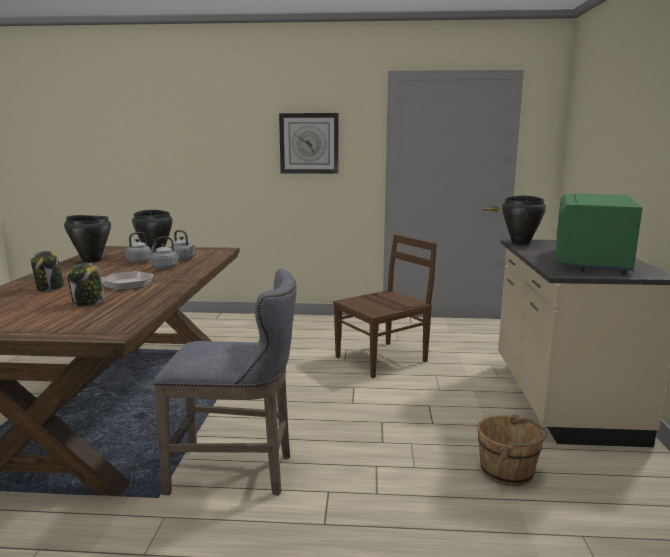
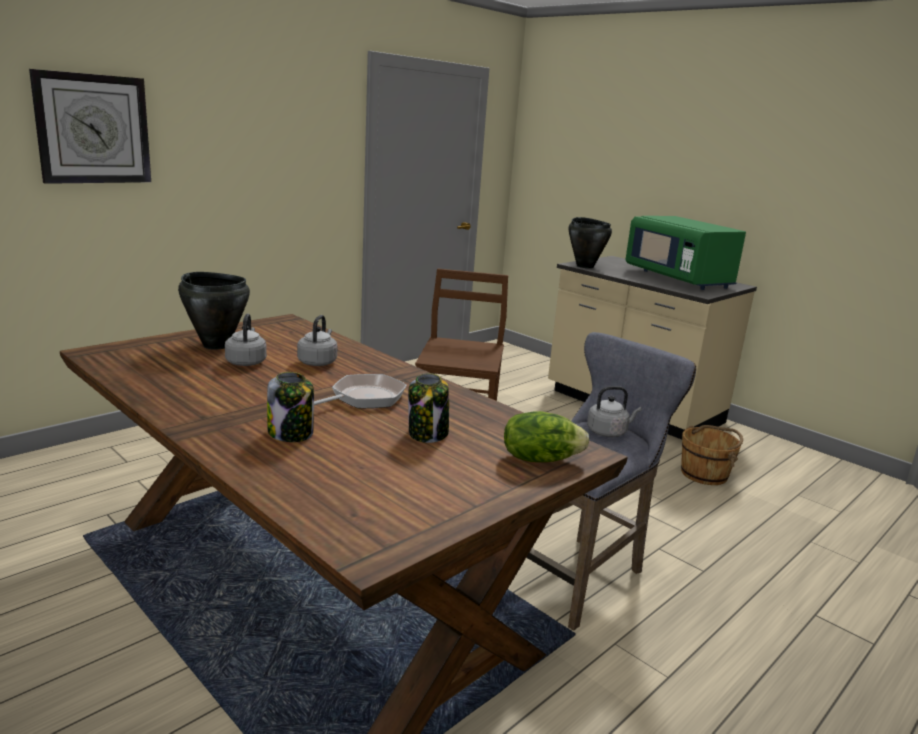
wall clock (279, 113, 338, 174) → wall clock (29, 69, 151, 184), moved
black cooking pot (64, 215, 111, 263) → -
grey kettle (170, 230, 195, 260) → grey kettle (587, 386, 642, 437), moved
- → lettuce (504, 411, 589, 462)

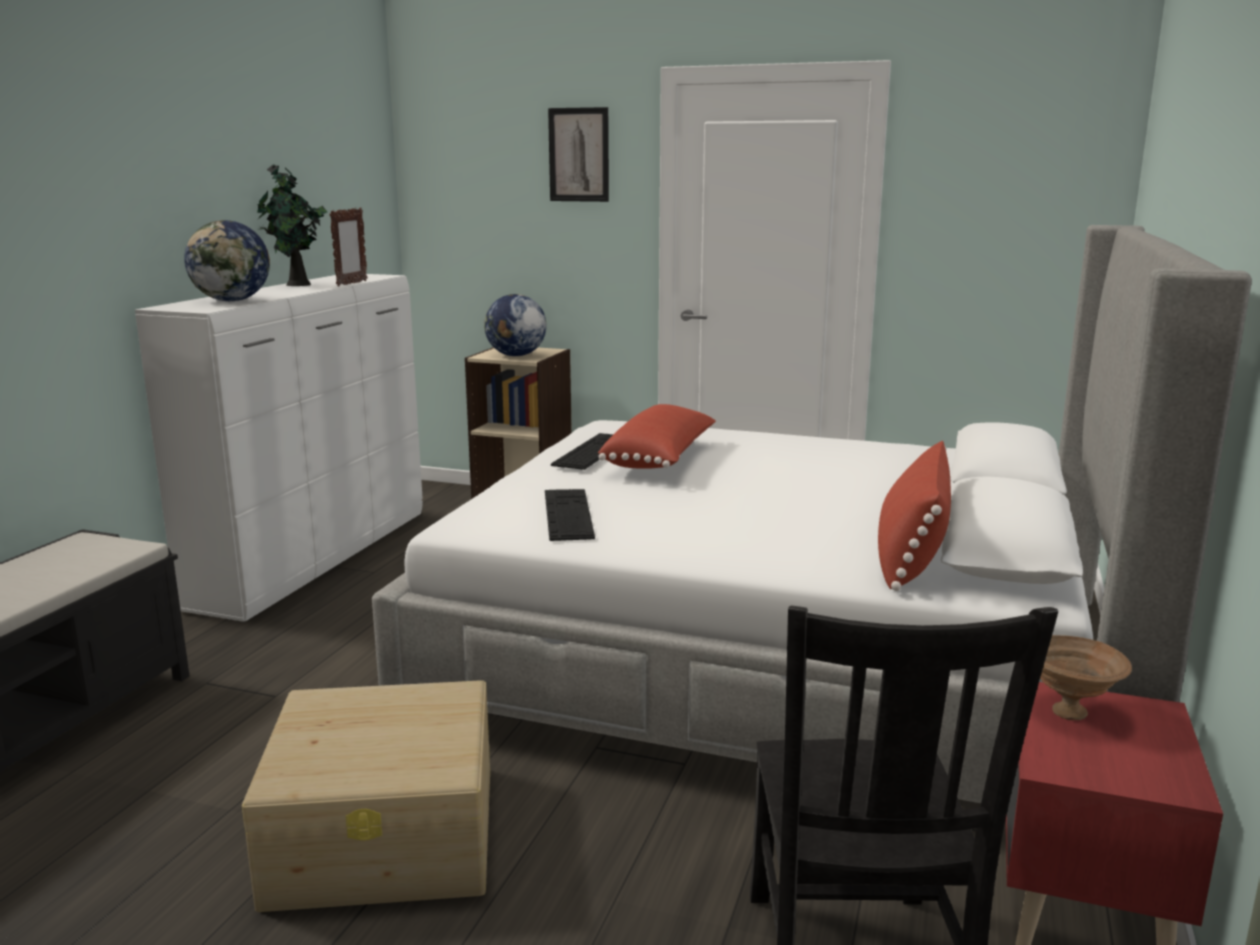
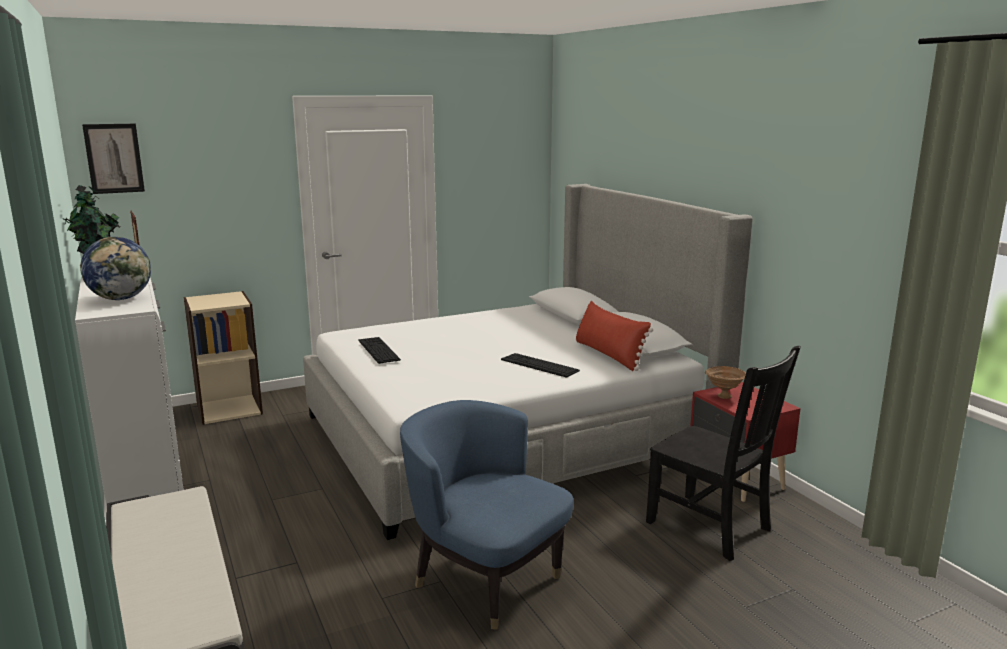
picture (548, 107, 609, 202) → picture (82, 124, 145, 194), moved
globe (484, 294, 547, 356) → -
red pillow (598, 404, 716, 469) → -
keyboard (545, 489, 595, 541) → keyboard (501, 353, 580, 378), moved
beige storage box (242, 680, 490, 912) → blue armchair (400, 400, 573, 630)

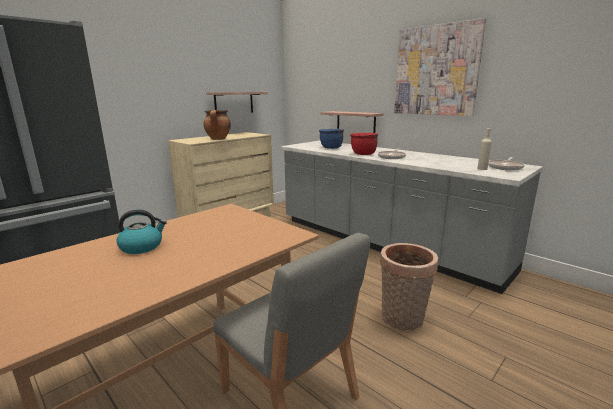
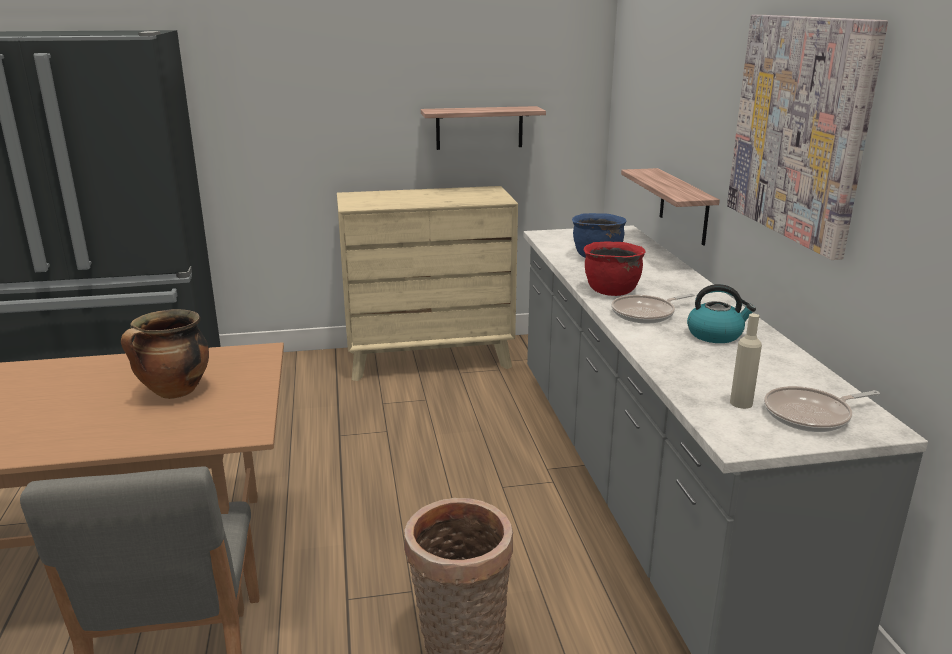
cooking pot (203, 110, 231, 140) → cooking pot (121, 309, 209, 399), moved
kettle (116, 209, 167, 254) → kettle (687, 284, 756, 343), moved

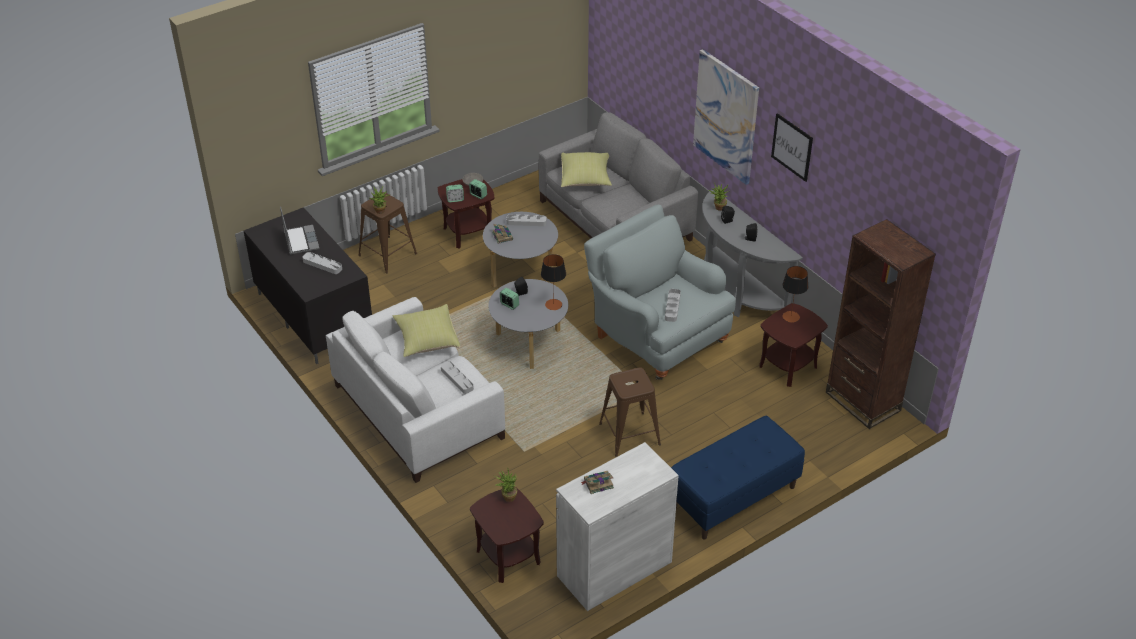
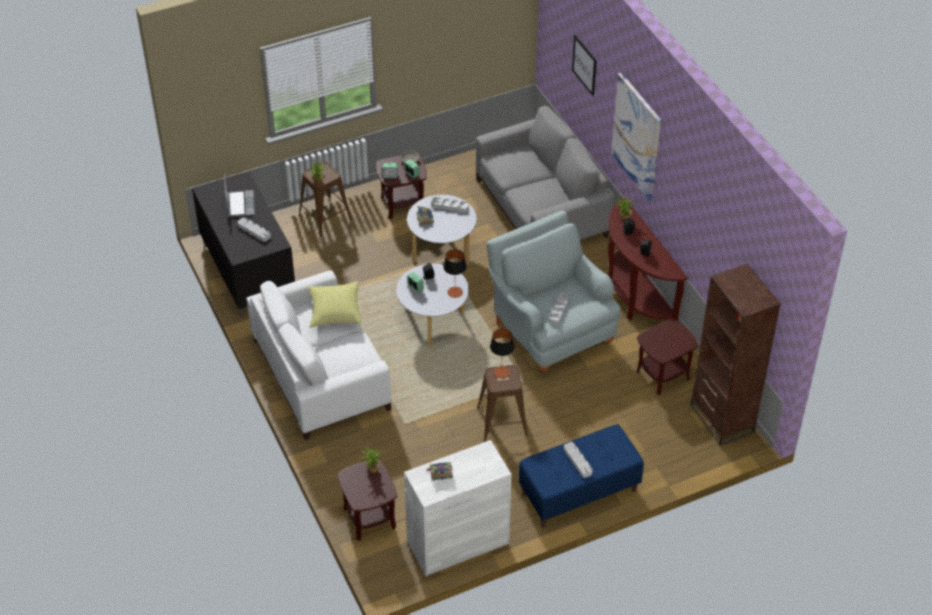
picture (771, 113, 813, 182) → picture (572, 35, 597, 96), moved
yellow pillow (561, 152, 612, 187) → -
grey console table (702, 189, 803, 317) → brown console table (608, 198, 688, 321)
table lamp (782, 266, 808, 323) → table lamp (490, 328, 515, 379), moved
grey tray (441, 361, 474, 394) → grey tray (564, 442, 593, 478), moved

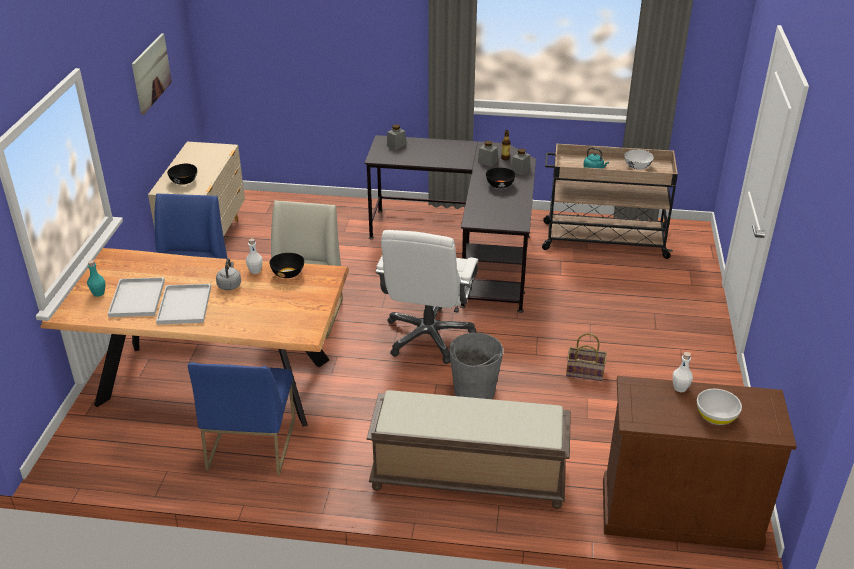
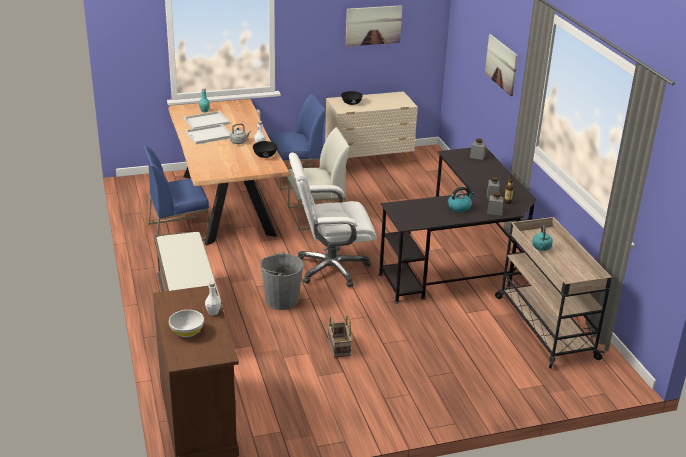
white bowl (625, 150, 653, 170) → -
black bowl (486, 168, 516, 188) → kettle (448, 187, 474, 212)
- → picture (485, 34, 518, 96)

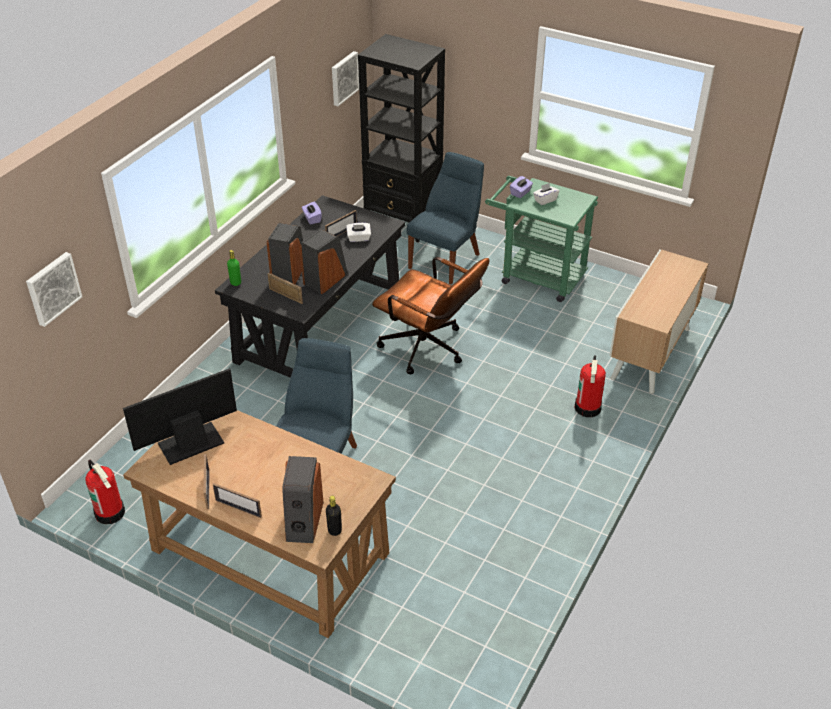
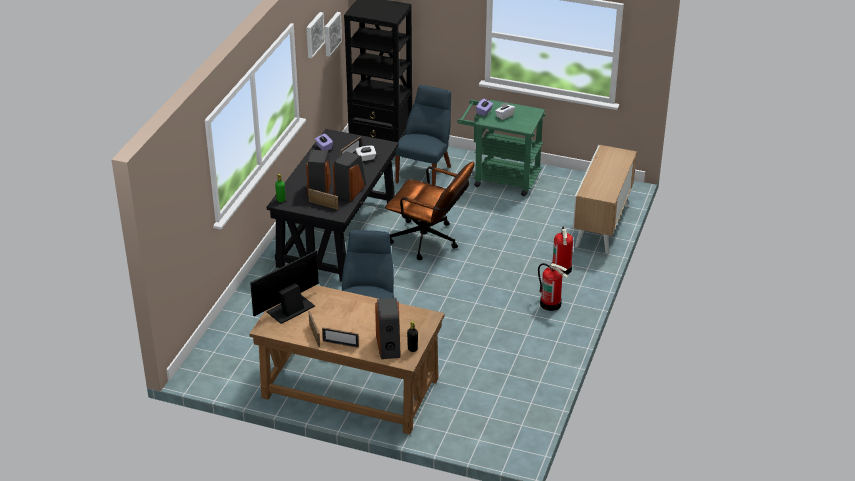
picture (26, 252, 82, 327) → picture (306, 12, 325, 58), moved
fire extinguisher (85, 460, 125, 524) → fire extinguisher (538, 263, 569, 311), moved

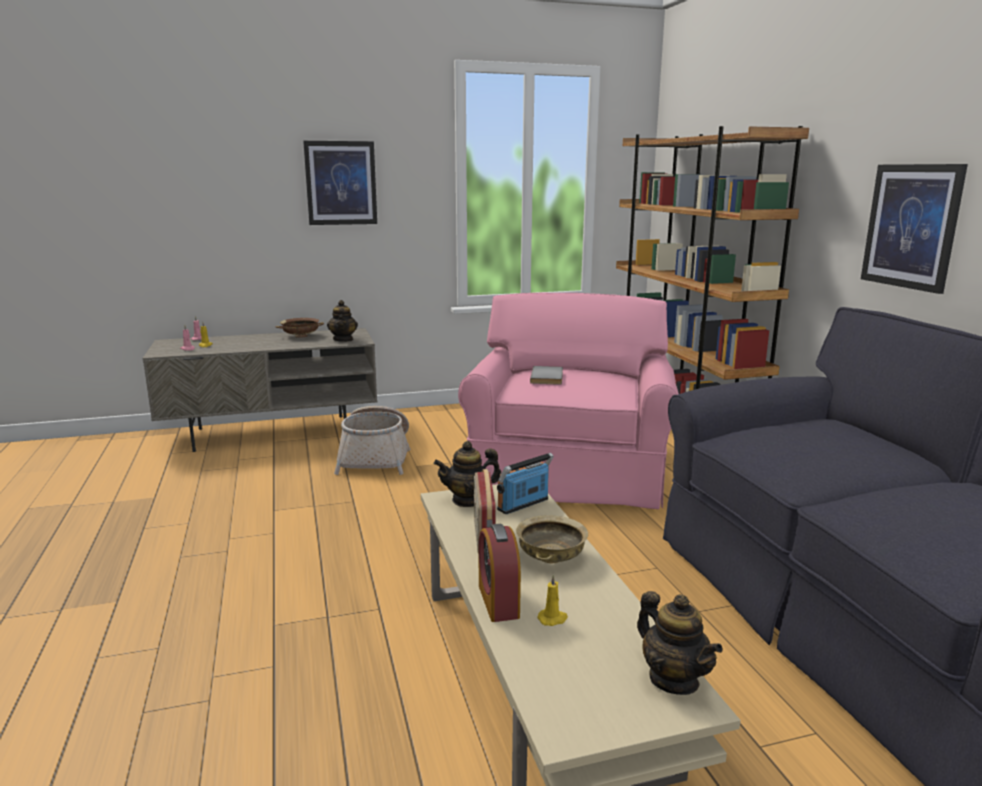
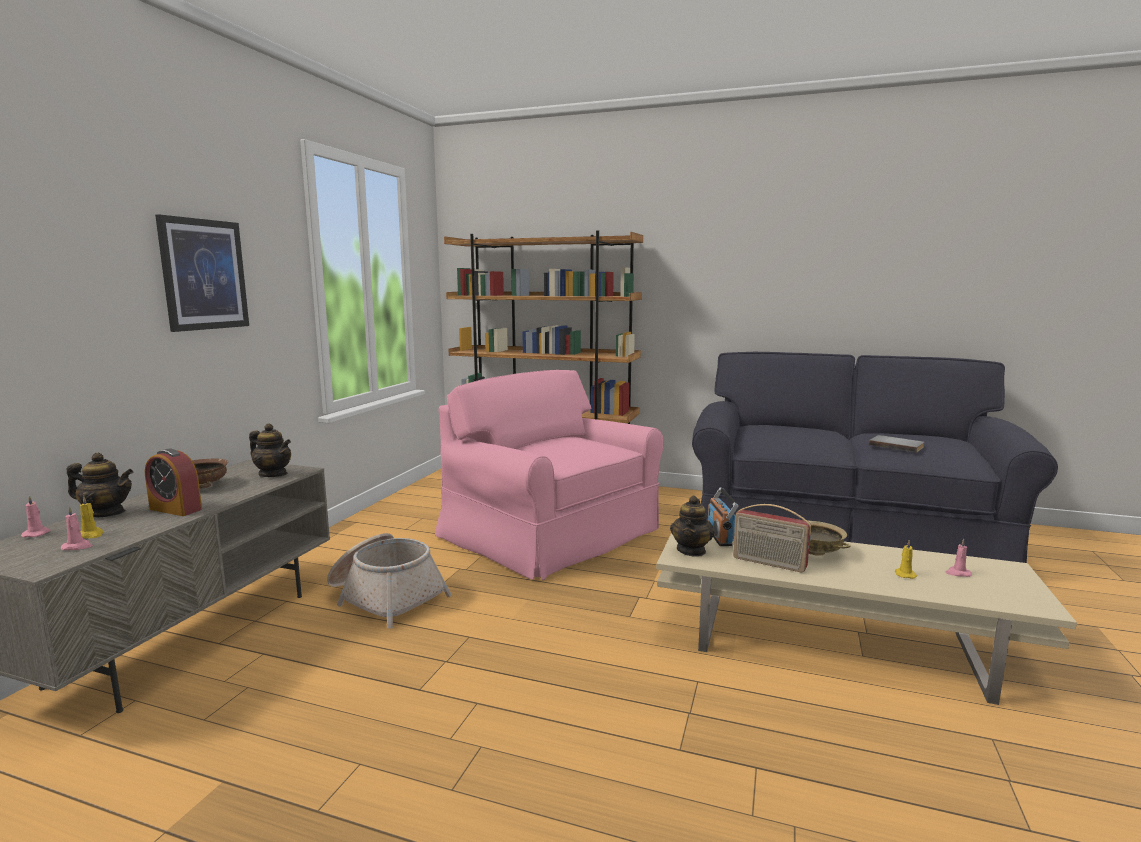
picture (861, 164, 968, 294) → -
grey book (530, 366, 563, 385) → grey book (869, 435, 925, 453), moved
alarm clock (479, 524, 521, 622) → alarm clock (145, 449, 202, 516), moved
teapot (637, 591, 723, 695) → teapot (67, 453, 133, 518), moved
- → pink candle (945, 538, 972, 577)

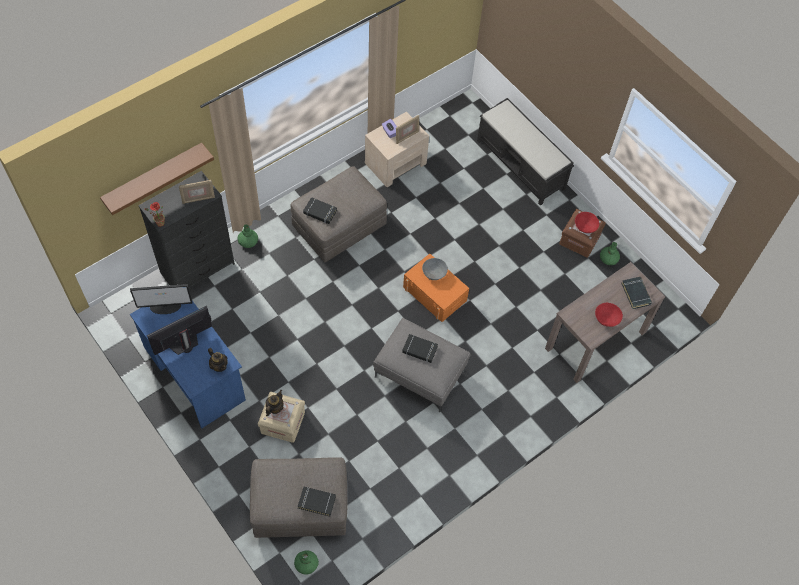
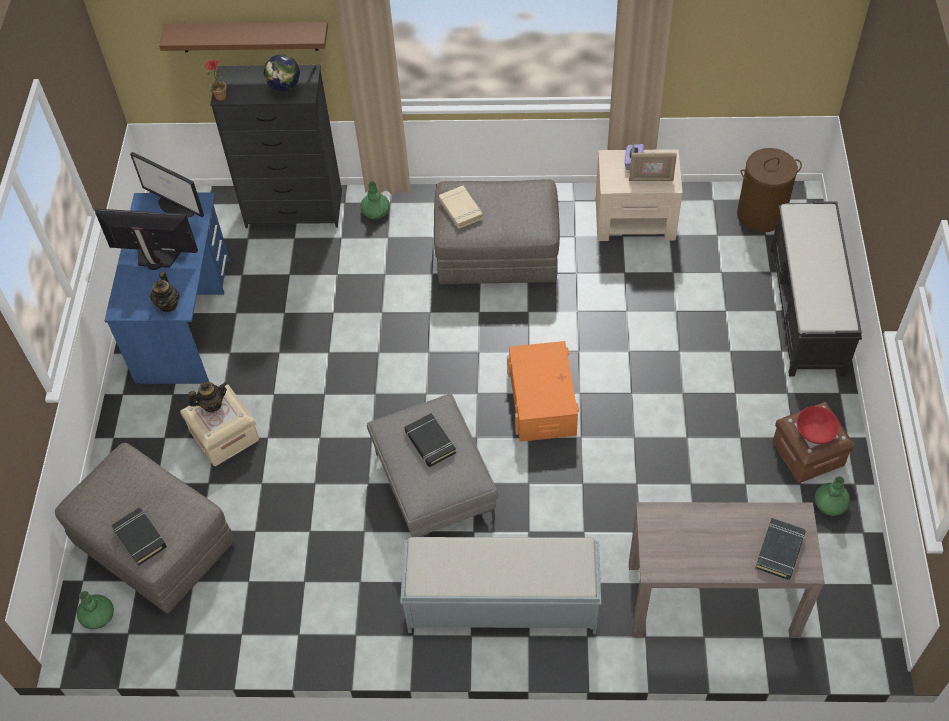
picture frame (179, 180, 215, 204) → globe (264, 54, 300, 98)
black book (303, 197, 337, 224) → beige book (439, 186, 483, 229)
grey bowl (422, 258, 448, 280) → -
red bowl (595, 303, 623, 327) → -
- → brown laundry basket (737, 148, 802, 233)
- → grey bench (400, 537, 601, 634)

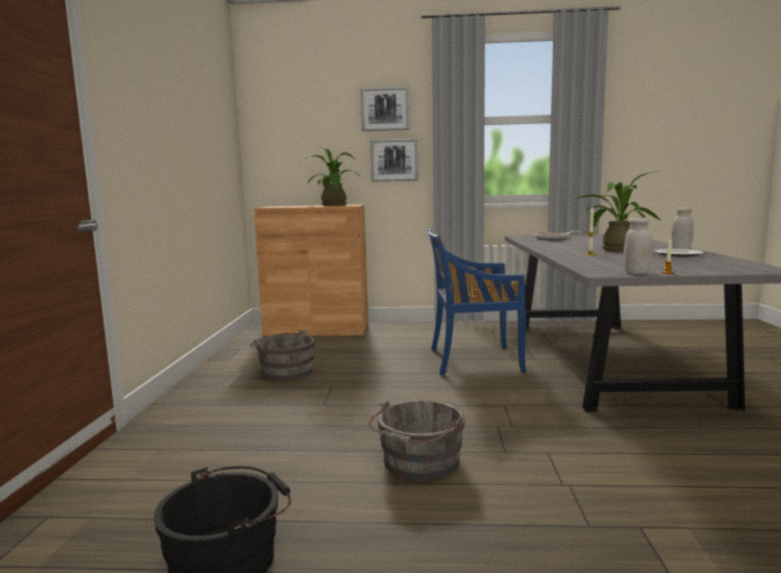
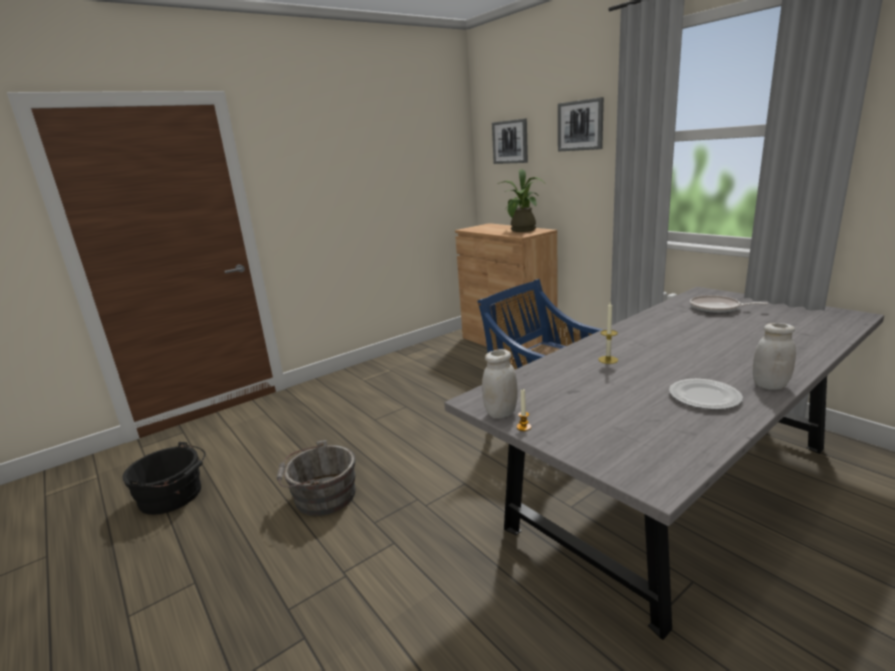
picture (371, 138, 418, 182) → picture (492, 118, 528, 164), moved
potted plant (575, 171, 662, 252) → -
grey bucket (250, 330, 315, 381) → -

